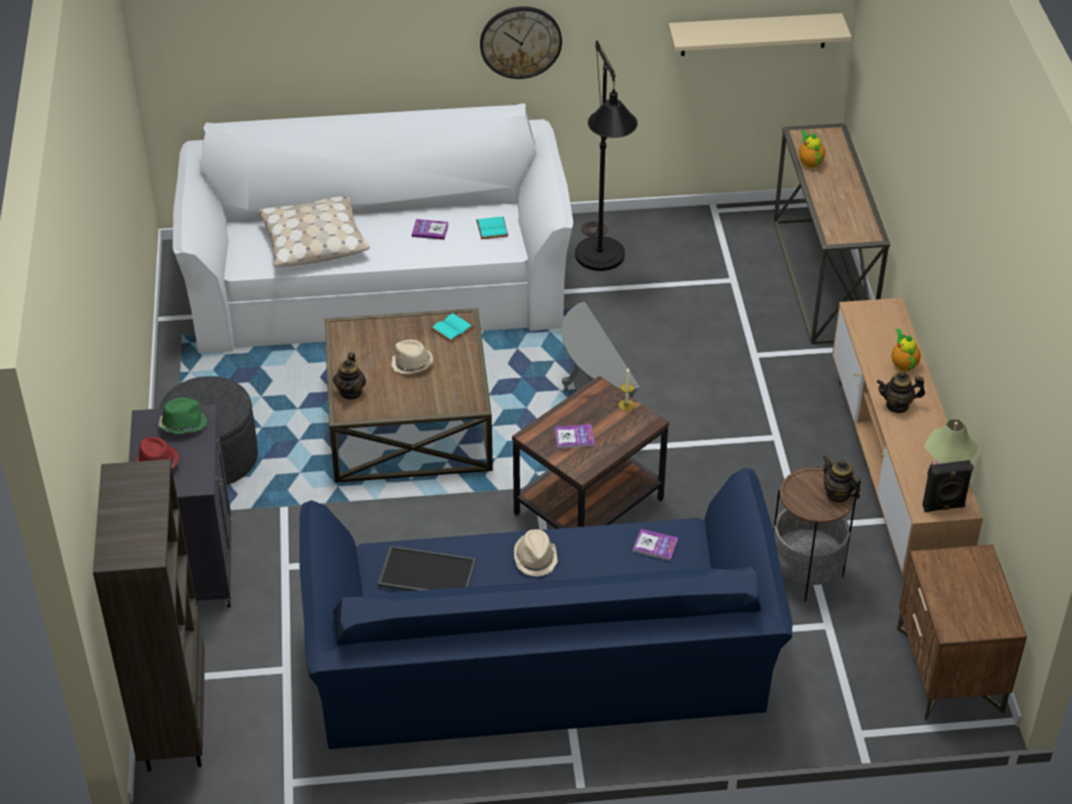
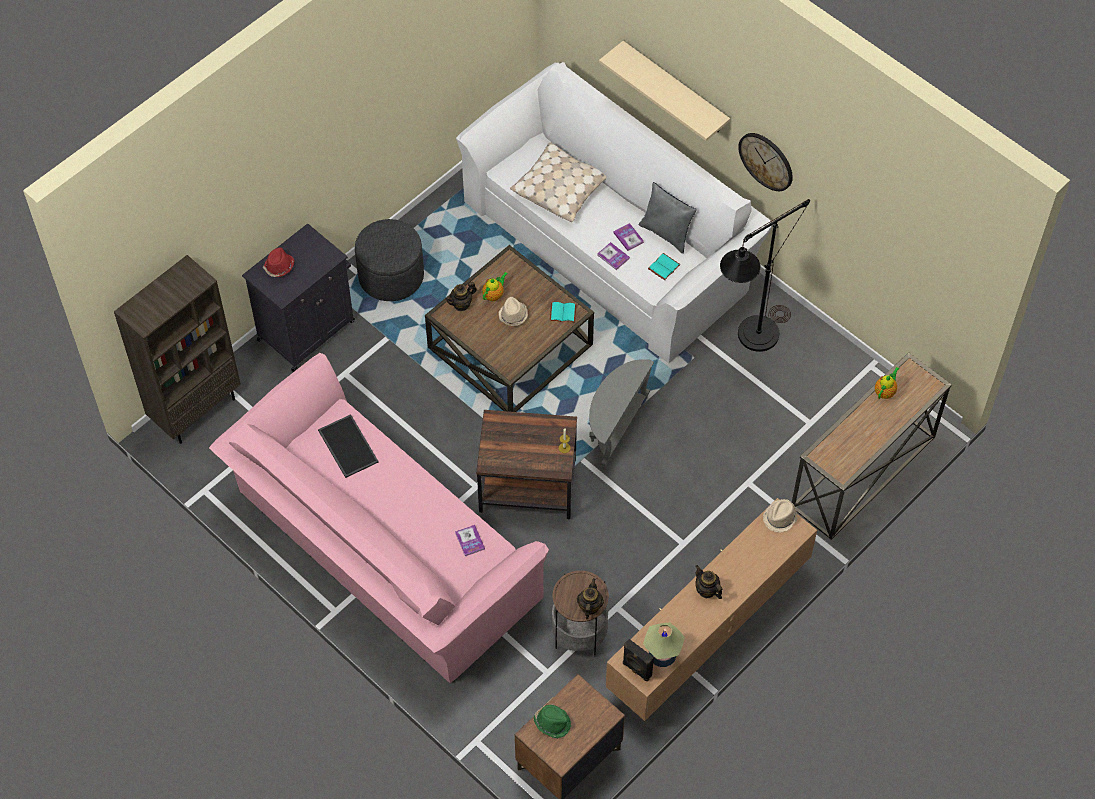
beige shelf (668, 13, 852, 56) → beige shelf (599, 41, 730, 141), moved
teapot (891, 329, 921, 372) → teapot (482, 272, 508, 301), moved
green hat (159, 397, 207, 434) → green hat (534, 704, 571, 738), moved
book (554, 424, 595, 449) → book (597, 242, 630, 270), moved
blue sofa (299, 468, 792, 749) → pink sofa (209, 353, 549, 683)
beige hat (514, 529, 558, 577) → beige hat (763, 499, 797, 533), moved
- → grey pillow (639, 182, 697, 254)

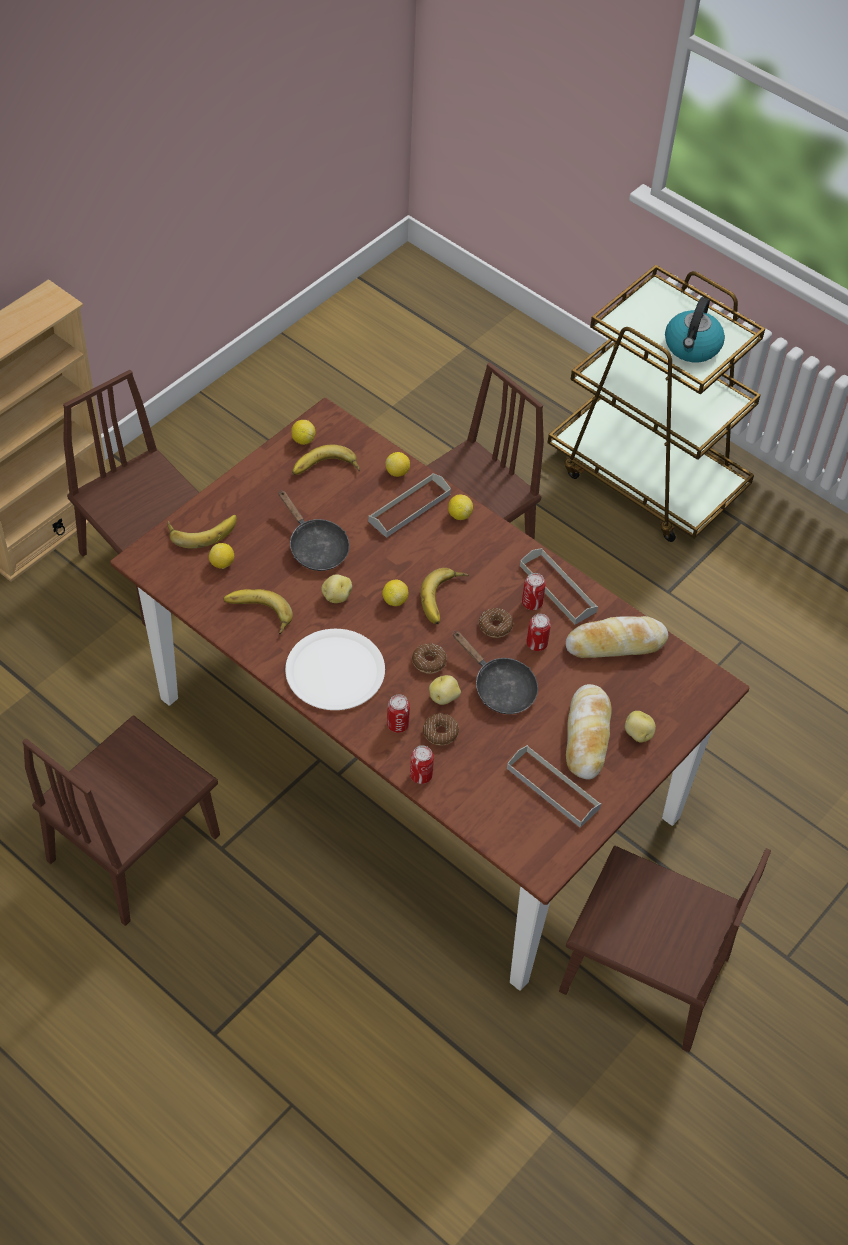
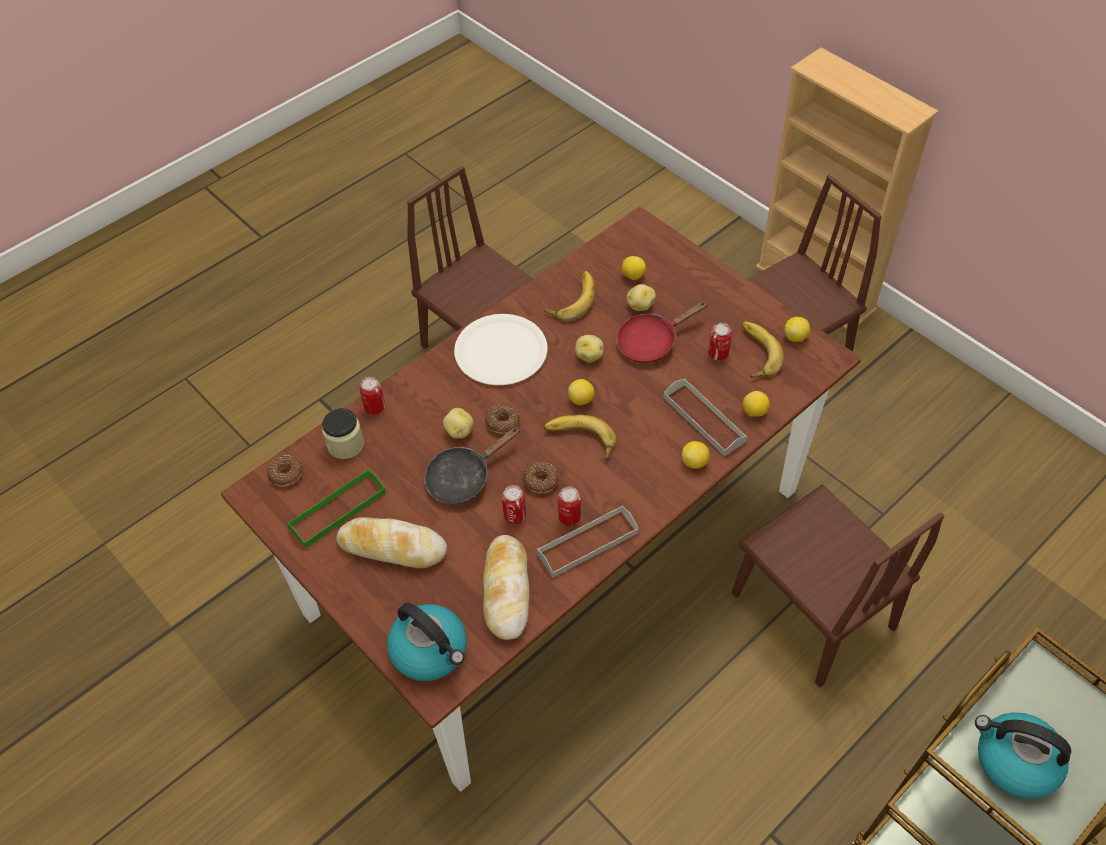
black frying pan (279, 490, 350, 571) → red frying pan (616, 301, 707, 363)
banana (167, 515, 237, 548) → -
can (387, 695, 410, 733) → can (708, 323, 732, 360), moved
potato (625, 711, 656, 742) → potato (626, 284, 656, 311), moved
donut (423, 713, 459, 746) → donut (267, 455, 303, 486), moved
grey tray (507, 745, 601, 828) → green tray (287, 469, 386, 548)
brown chair (559, 846, 771, 1052) → -
- → jar (322, 408, 364, 459)
- → kettle (387, 603, 467, 681)

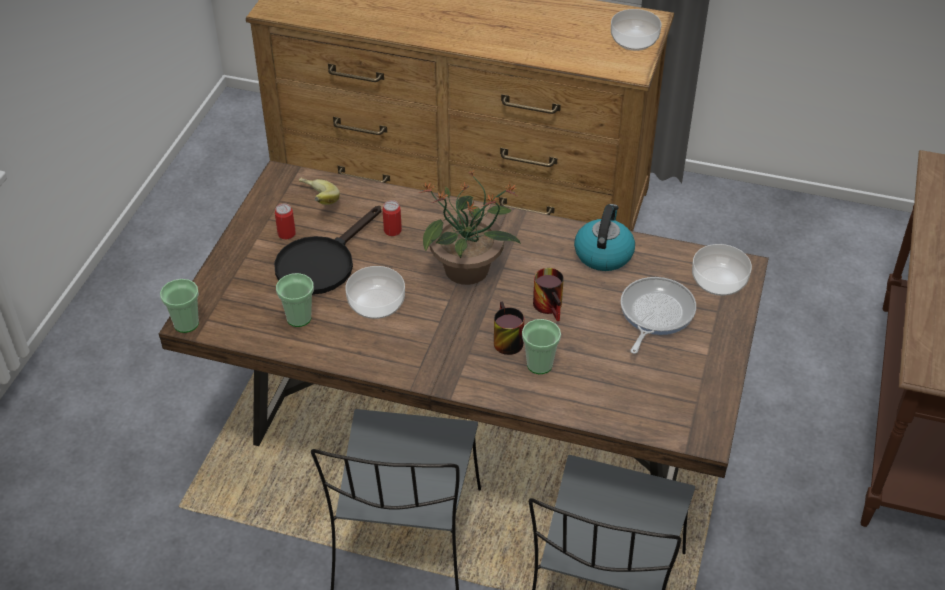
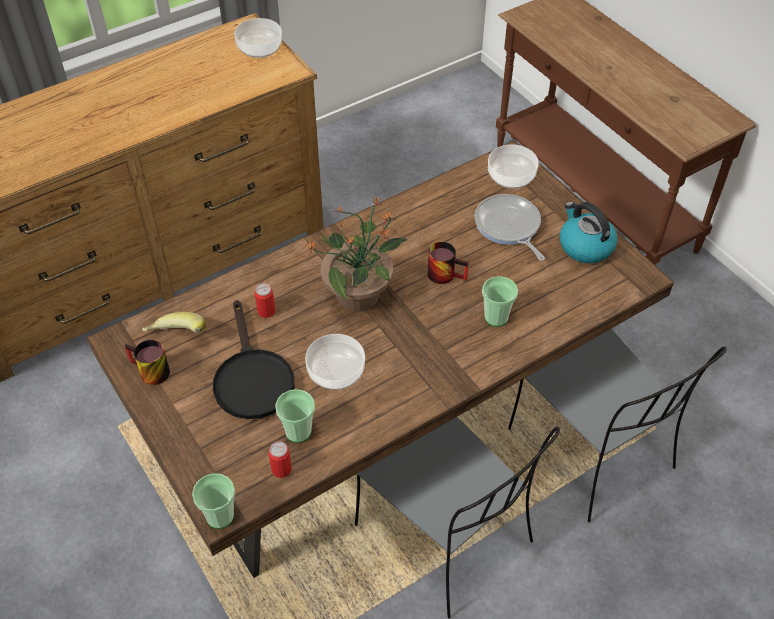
can (275, 204, 296, 239) → can (269, 441, 292, 478), moved
kettle (574, 204, 635, 271) → kettle (560, 202, 617, 263), moved
mug (494, 301, 524, 355) → mug (125, 340, 170, 385), moved

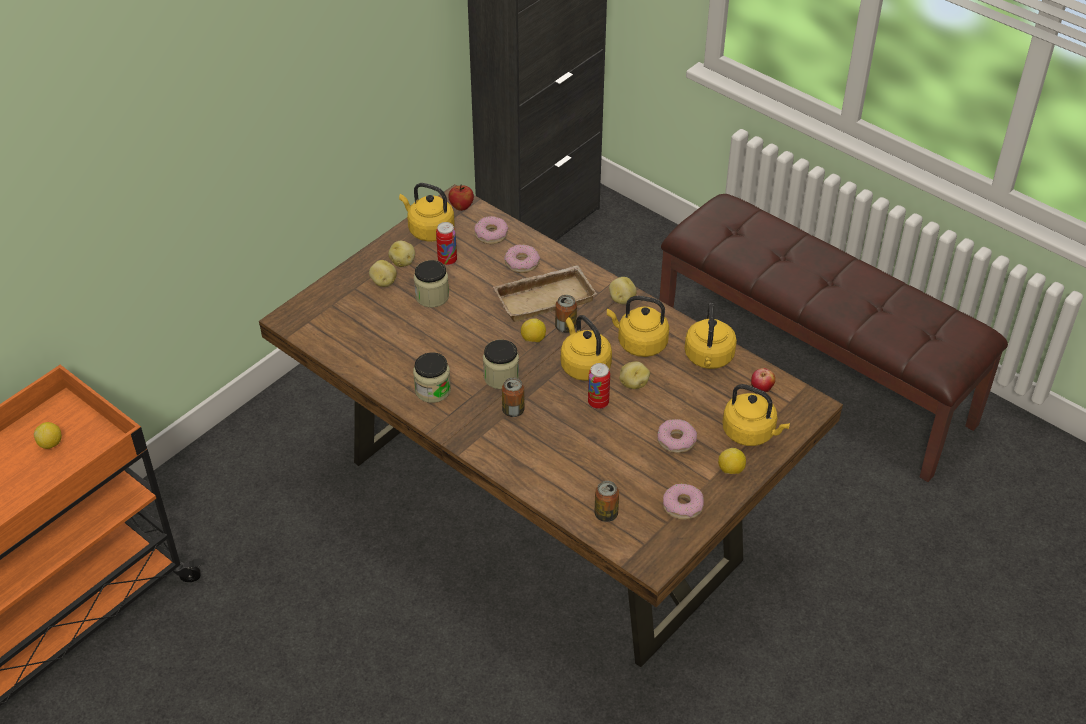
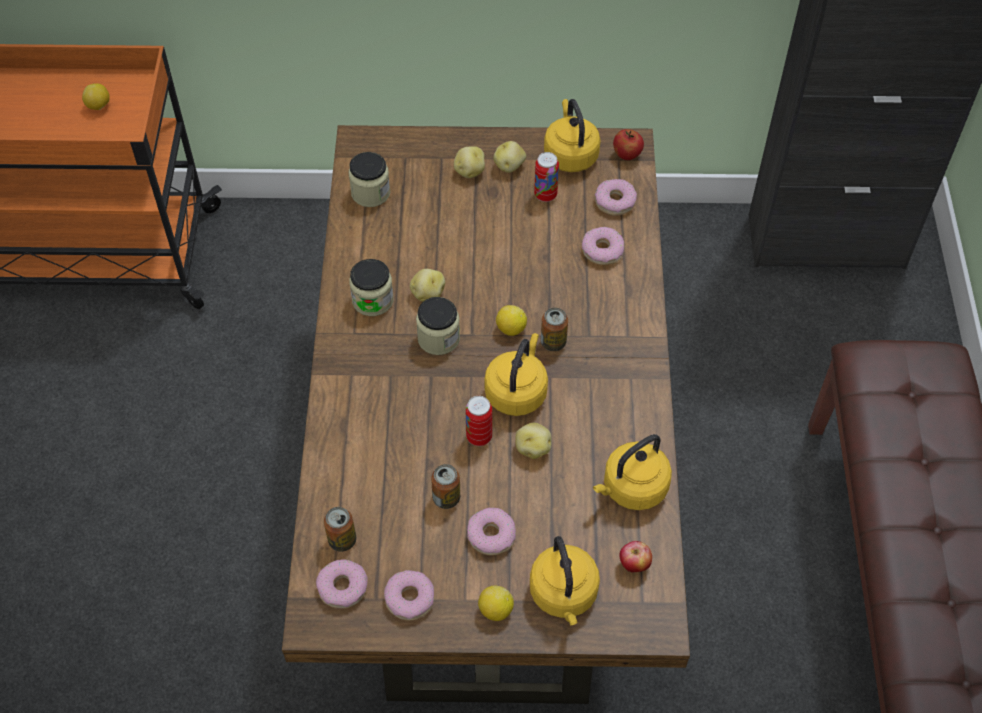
jar (414, 260, 449, 308) → jar (348, 152, 390, 207), moved
beige tray (493, 265, 596, 322) → -
potato (609, 277, 637, 304) → potato (410, 269, 445, 302), moved
yellow kettle (607, 296, 669, 357) → -
can (502, 377, 524, 417) → can (431, 464, 460, 509), moved
- → donut (316, 559, 368, 608)

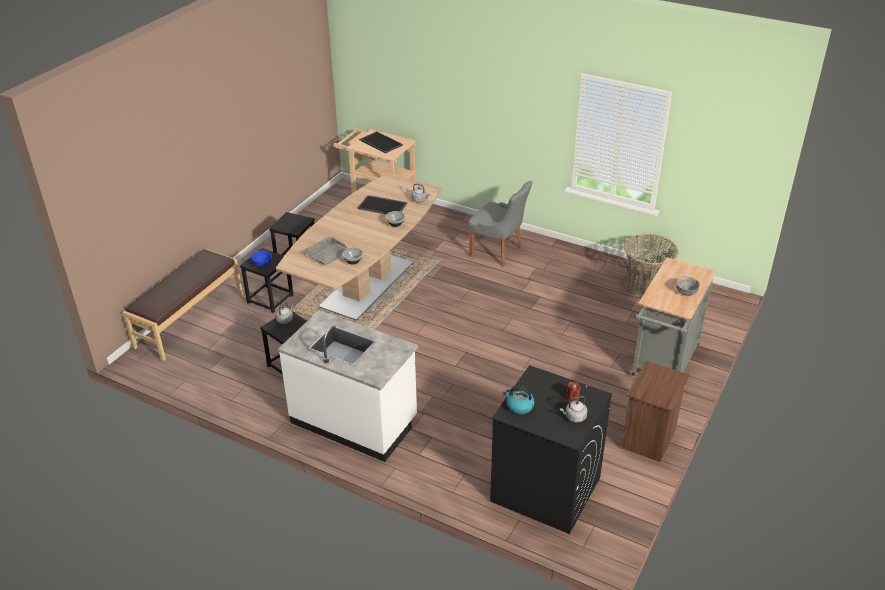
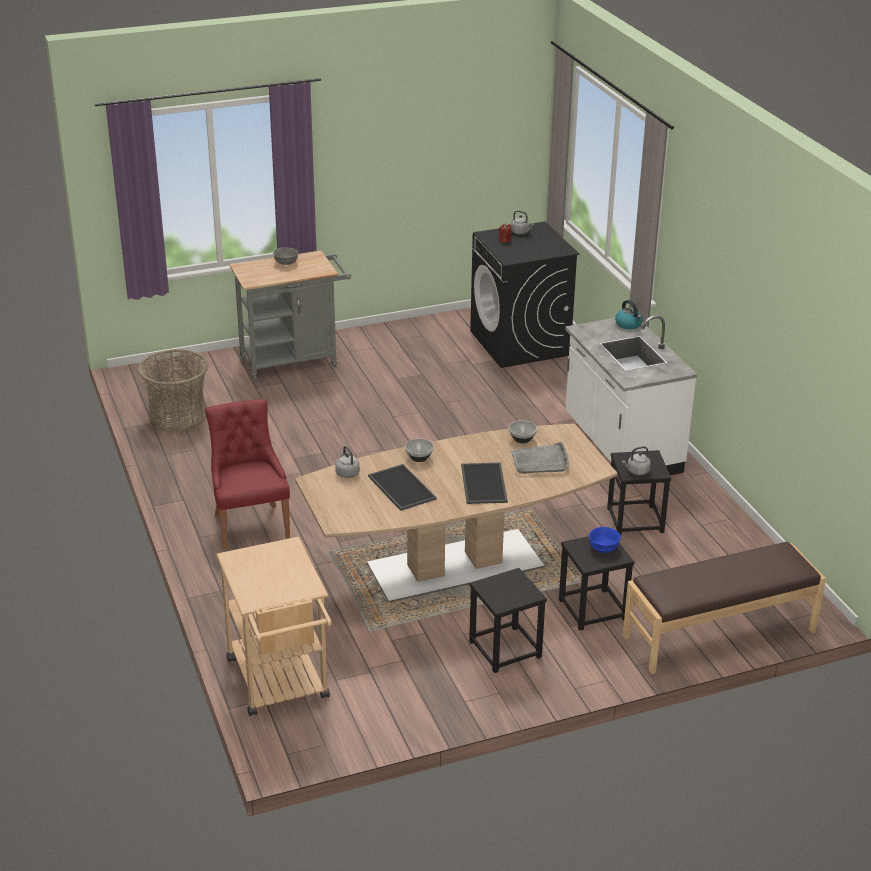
tray (359, 131, 403, 154) → tray (461, 462, 508, 504), moved
grey chair (468, 181, 533, 267) → red chair (205, 399, 290, 549)
brown nightstand (621, 361, 690, 462) → -
kettle (503, 386, 535, 414) → kettle (615, 300, 643, 329), moved

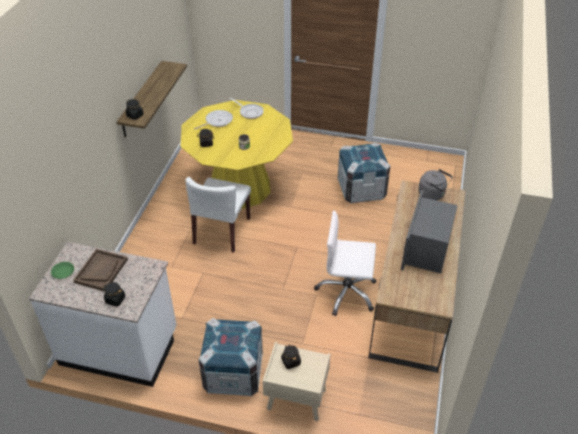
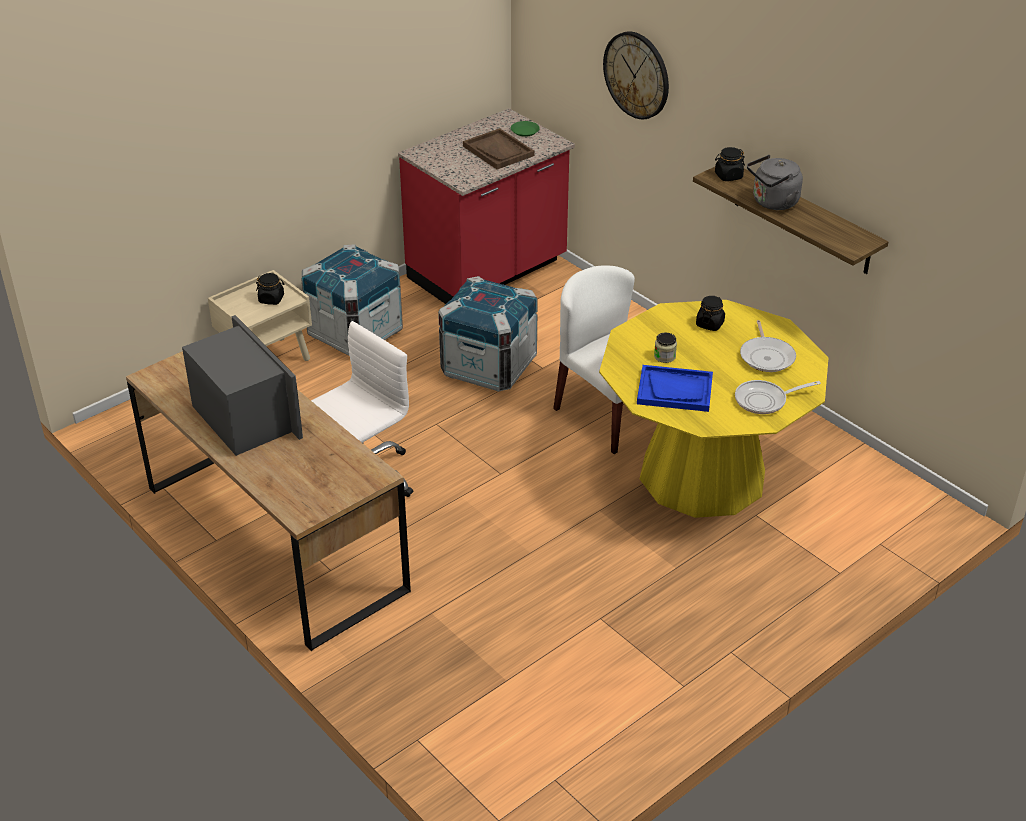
crate (338, 143, 390, 203) → crate (438, 276, 538, 392), moved
grey kettle (418, 169, 453, 200) → grey kettle (747, 155, 803, 210), moved
white counter (29, 242, 177, 387) → red counter (398, 108, 575, 304)
black jar (102, 282, 126, 307) → -
- → wall clock (603, 31, 669, 119)
- → blue tray (637, 365, 713, 412)

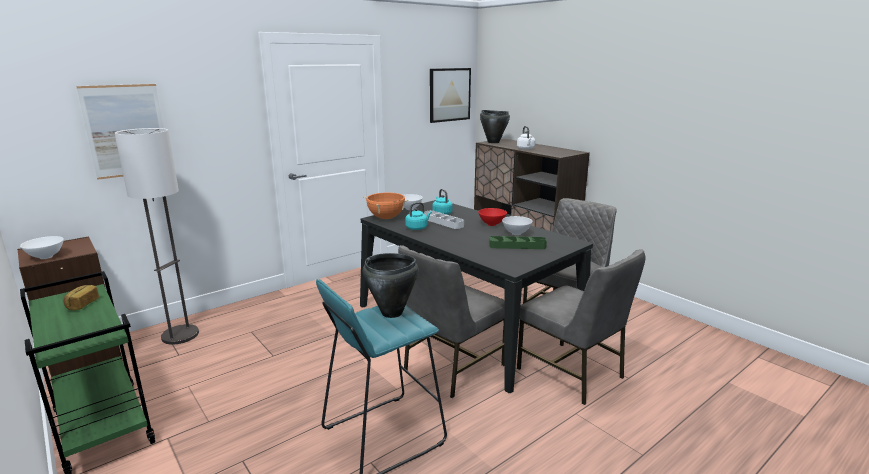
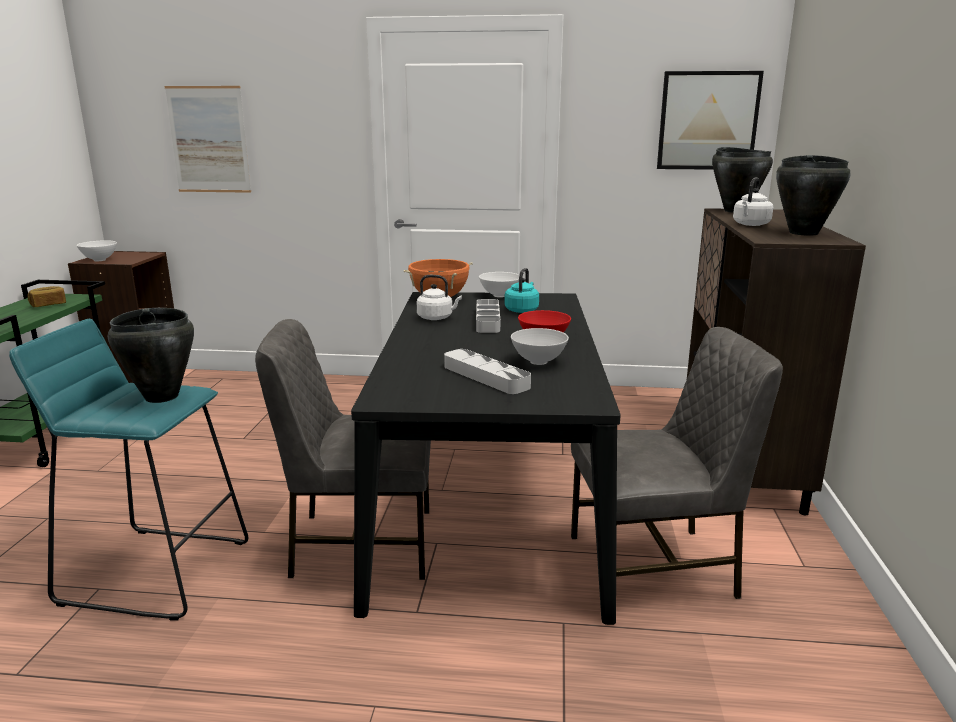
floor lamp (115, 128, 199, 345) → -
turquoise kettle (405, 202, 432, 230) → white kettle (417, 275, 462, 320)
green tray (489, 236, 547, 249) → grey tray (444, 349, 531, 394)
grey chair (517, 249, 646, 405) → -
- → black cooking pot (776, 155, 851, 236)

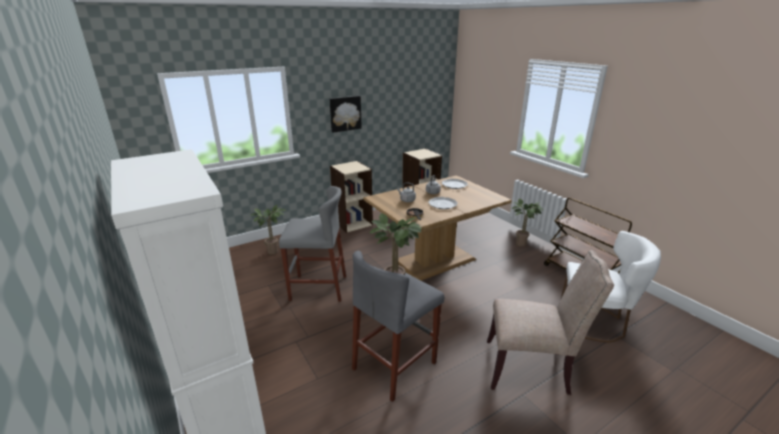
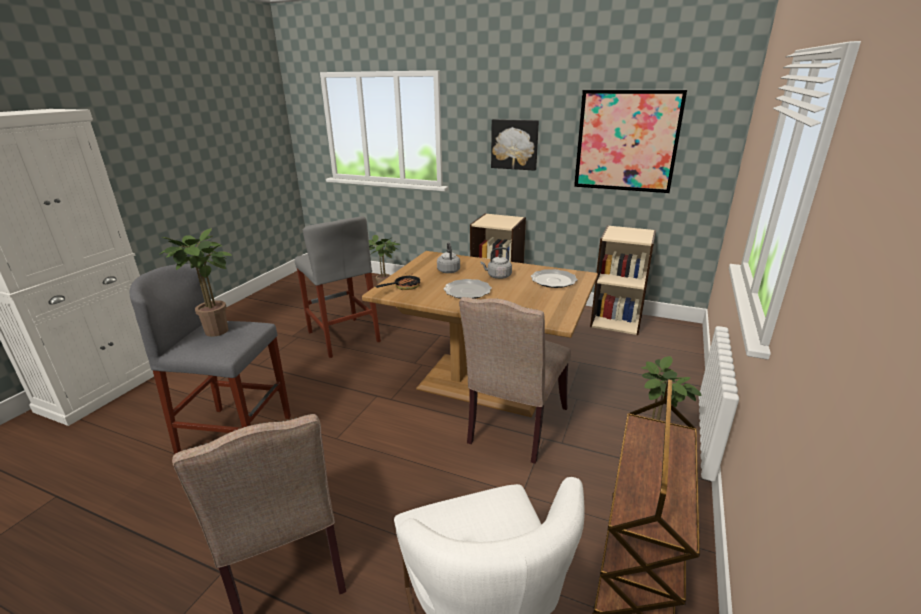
- → picture (574, 90, 687, 193)
- → beige chair (459, 297, 571, 464)

